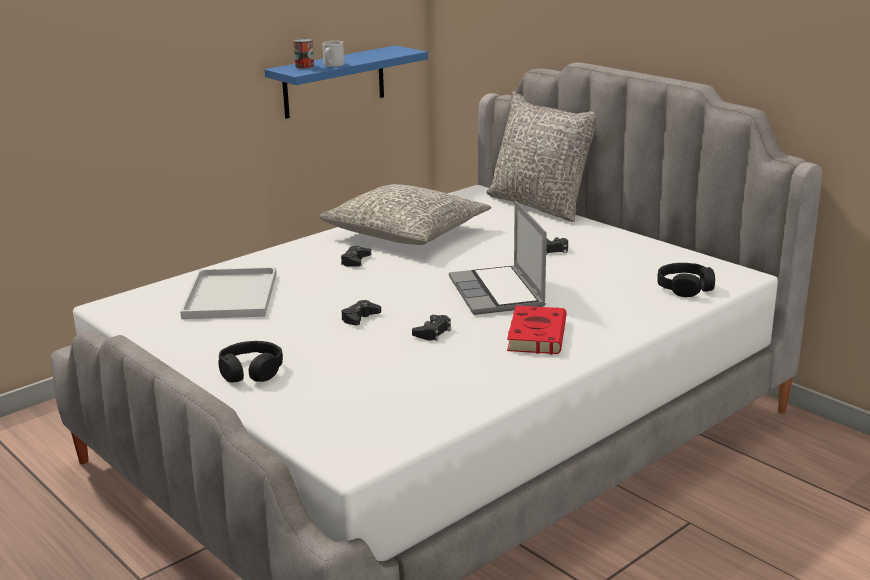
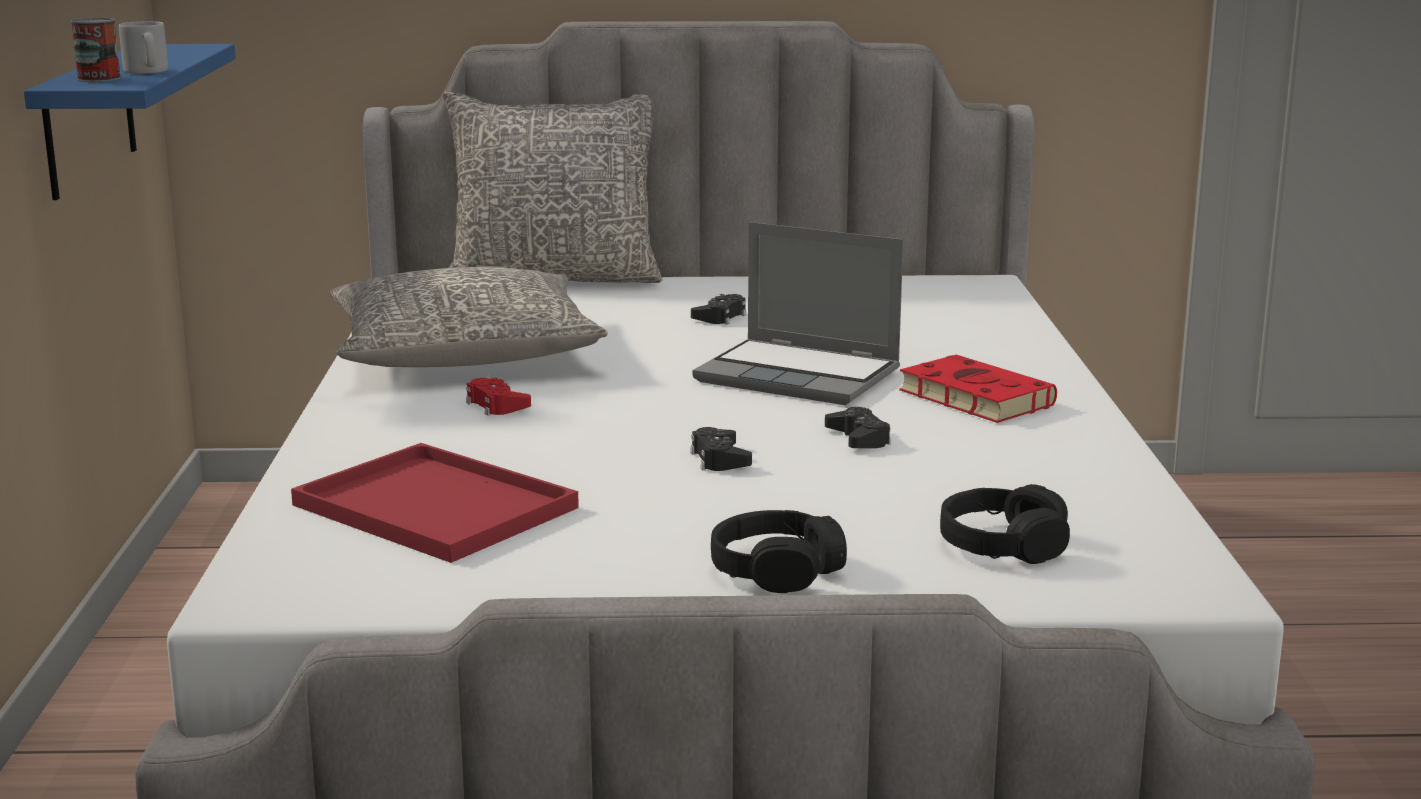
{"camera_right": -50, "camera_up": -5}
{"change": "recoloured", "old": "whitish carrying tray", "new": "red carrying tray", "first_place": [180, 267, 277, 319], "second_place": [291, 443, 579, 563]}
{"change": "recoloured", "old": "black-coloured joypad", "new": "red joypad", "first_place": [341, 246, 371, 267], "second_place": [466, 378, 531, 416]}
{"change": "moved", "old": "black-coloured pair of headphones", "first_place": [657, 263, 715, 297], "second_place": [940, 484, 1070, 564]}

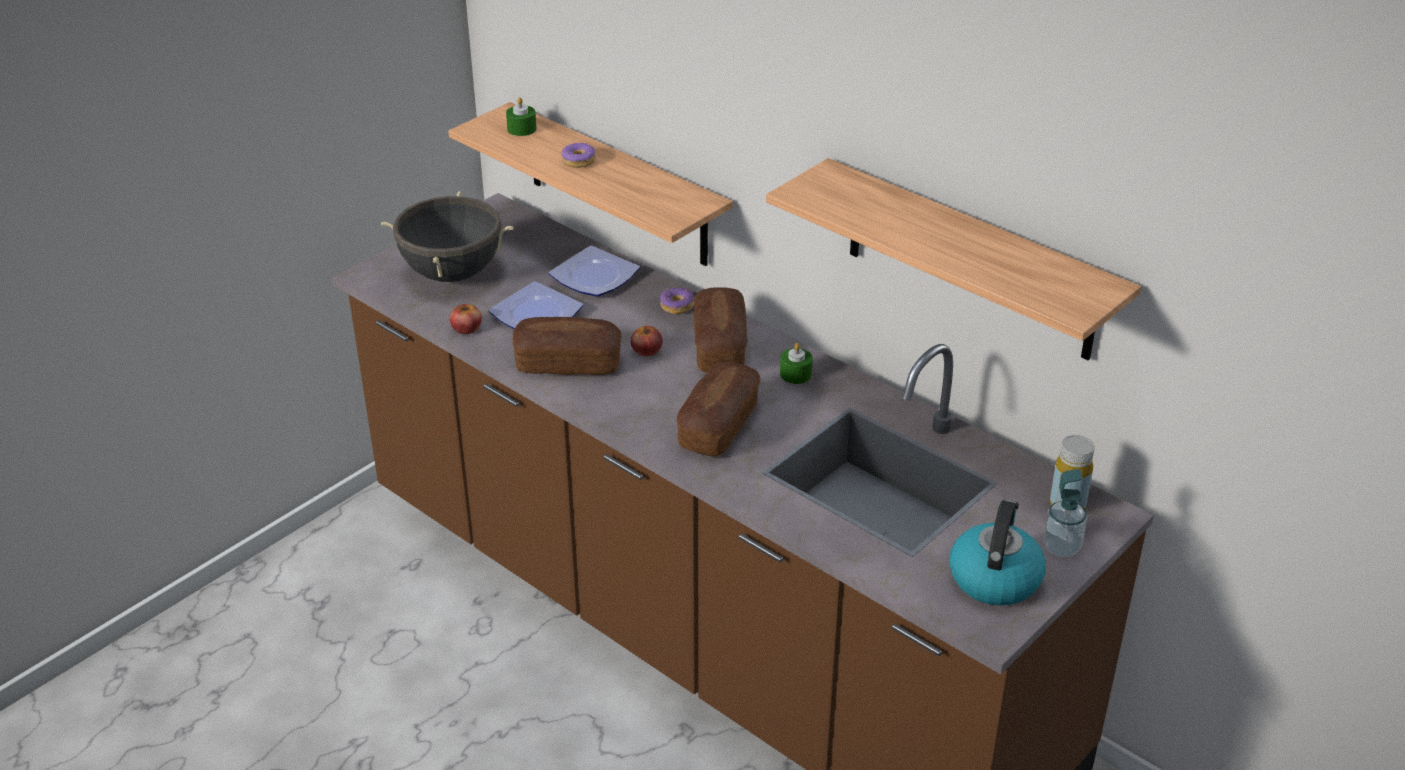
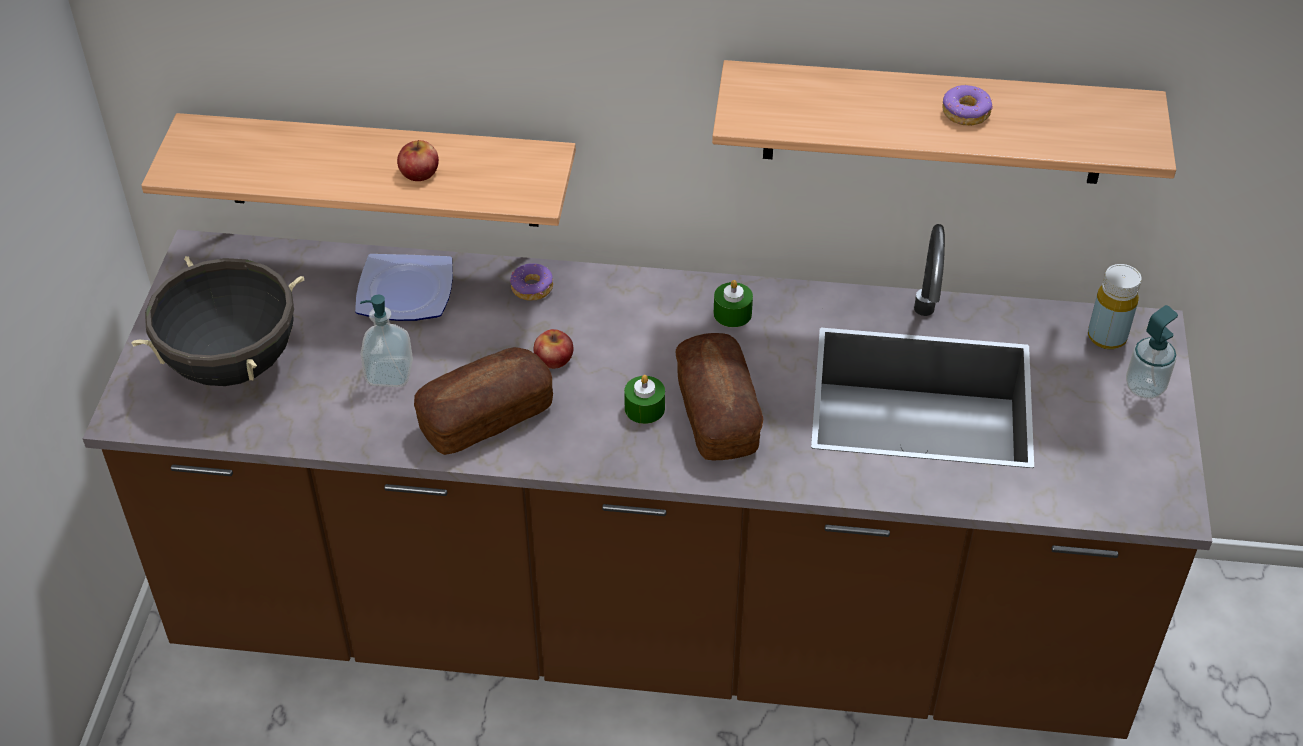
{"camera_right": -35, "camera_up": 10}
{"change": "moved", "old": "whole apple", "first_place": [450, 304, 482, 334], "second_place": [397, 140, 439, 181]}
{"change": "replaced", "old": "dinner plate", "new": "soap bottle", "first_place": [488, 281, 583, 329], "second_place": [360, 295, 413, 387]}
{"change": "moved", "old": "green wax light", "first_place": [506, 97, 537, 136], "second_place": [624, 375, 665, 424]}
{"change": "moved", "old": "donut", "first_place": [561, 143, 596, 168], "second_place": [942, 85, 993, 126]}
{"change": "removed", "old": "baked bread", "first_place": [694, 287, 748, 373]}
{"change": "removed", "old": "water kettle", "first_place": [949, 500, 1046, 606]}

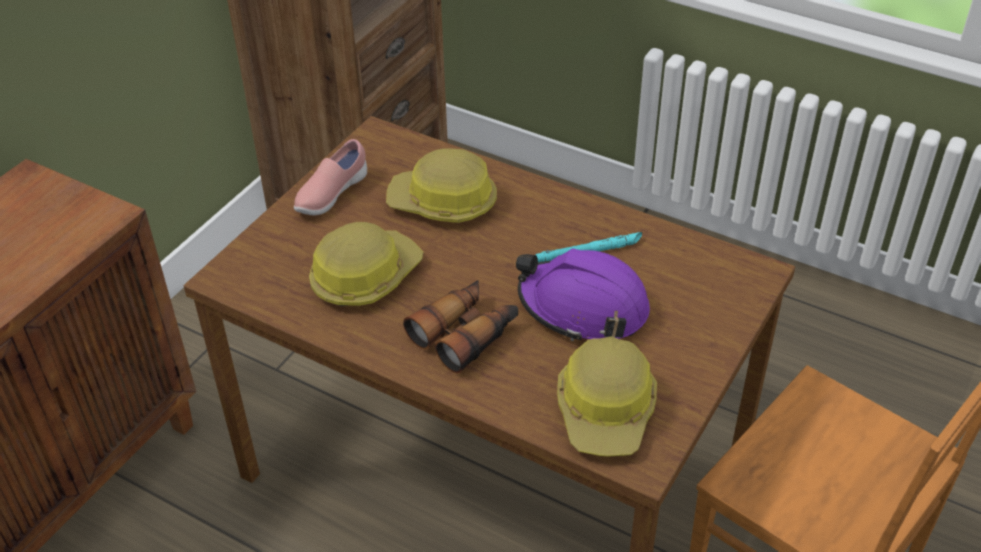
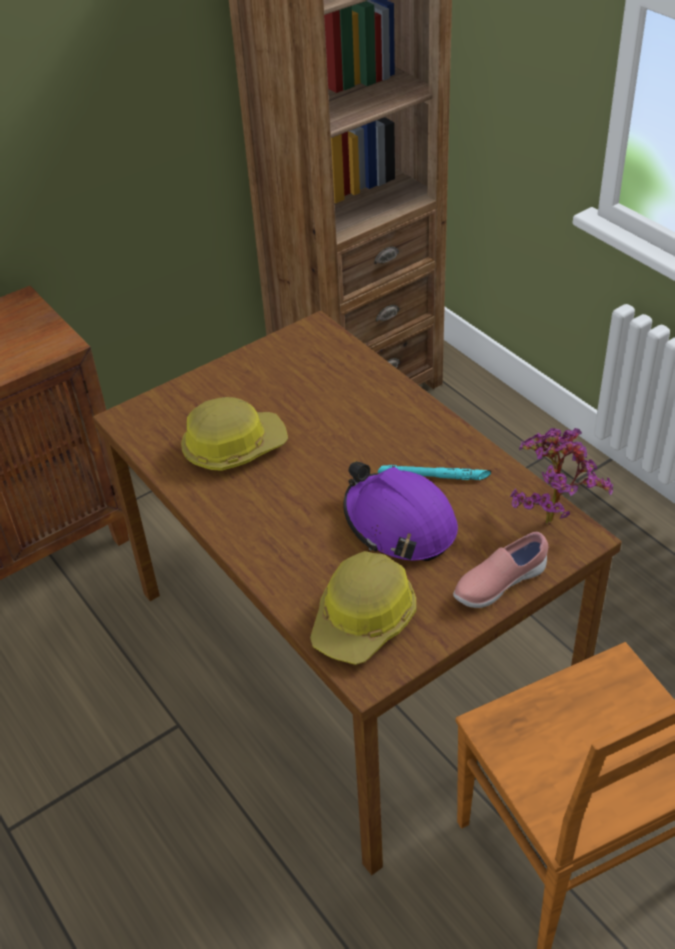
{"camera_right": 25, "camera_up": 0}
{"change": "moved", "old": "pink-coloured shoe", "first_place": [294, 139, 367, 215], "second_place": [453, 532, 548, 608]}
{"change": "removed", "old": "hard hat", "first_place": [386, 148, 497, 223]}
{"change": "removed", "old": "pair of binoculars", "first_place": [403, 280, 518, 374]}
{"change": "added", "new": "houseplant", "second_place": [510, 428, 613, 524]}

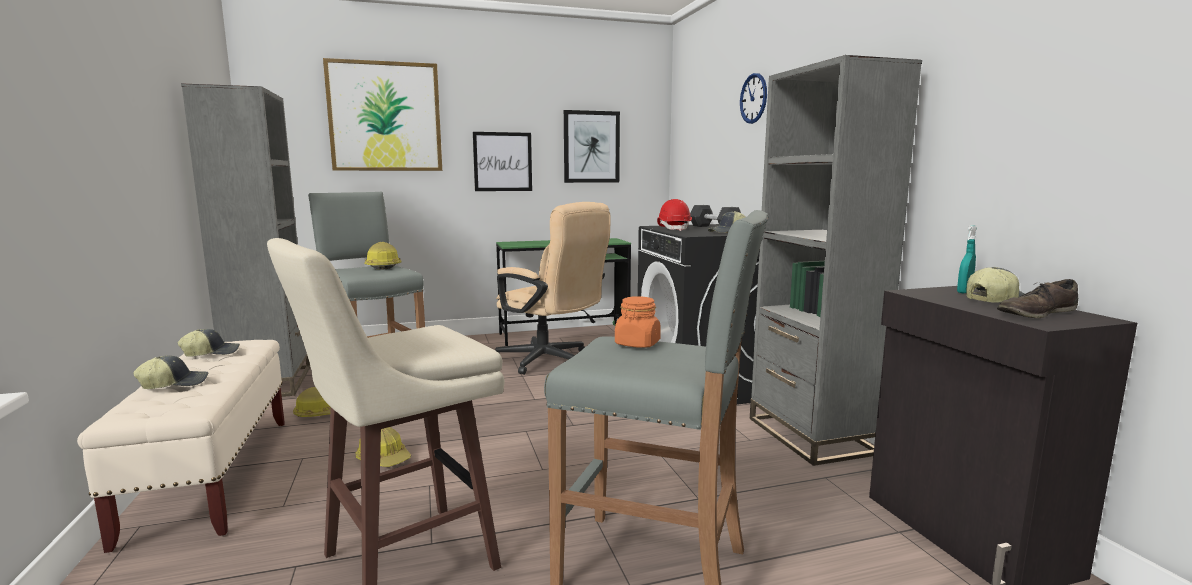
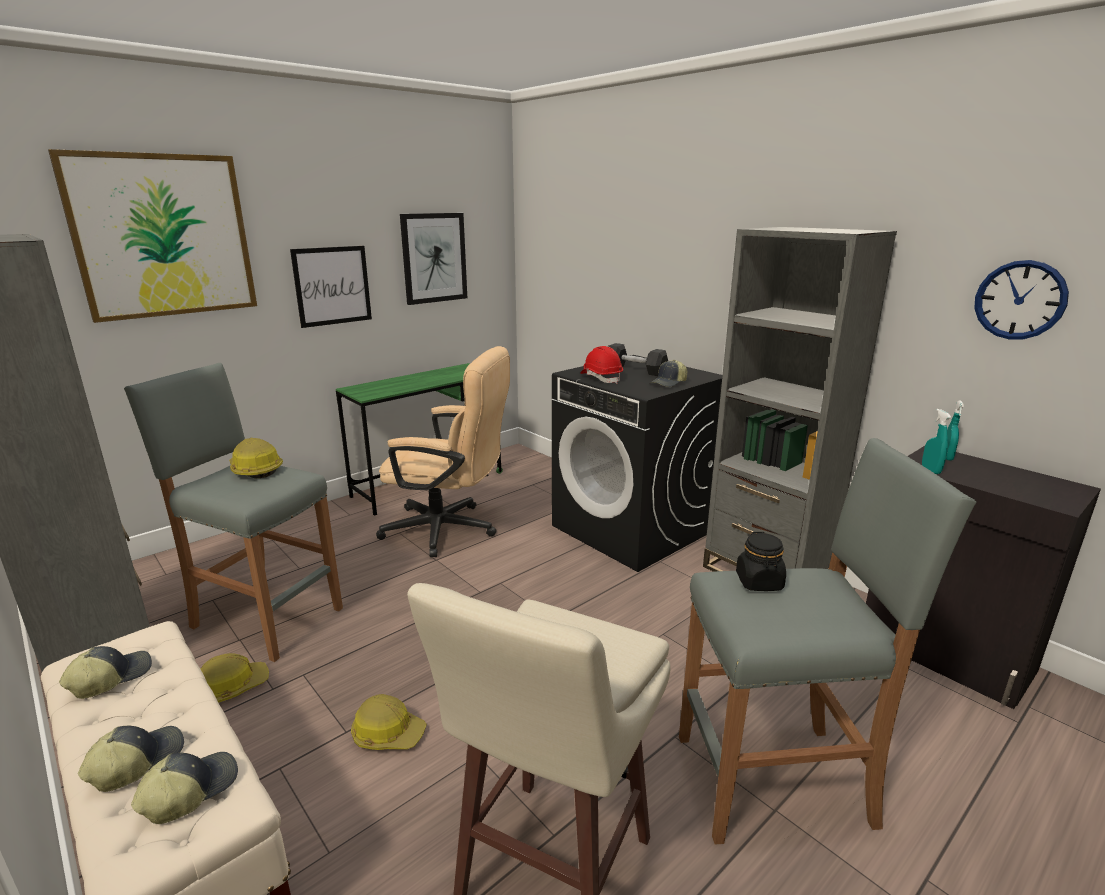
{"camera_right": -25, "camera_up": 10}
{"change": "recoloured", "old": "orange jar", "new": "black-coloured jar", "first_place": [615, 296, 661, 348], "second_place": [736, 532, 786, 591]}
{"change": "moved", "old": "clock on the wall", "first_place": [740, 73, 767, 124], "second_place": [974, 260, 1069, 339]}
{"change": "moved", "old": "baseball cap", "first_place": [966, 267, 1024, 302], "second_place": [131, 752, 238, 824]}
{"change": "removed", "old": "brown shoe", "first_place": [997, 279, 1078, 318]}
{"change": "added", "new": "turquoise-coloured spray bottle", "second_place": [922, 409, 951, 474]}

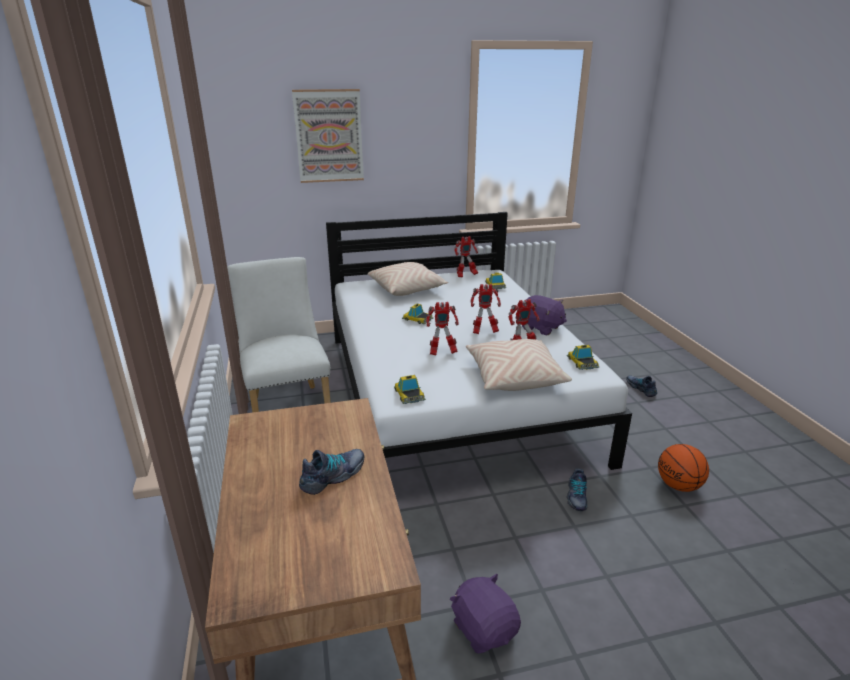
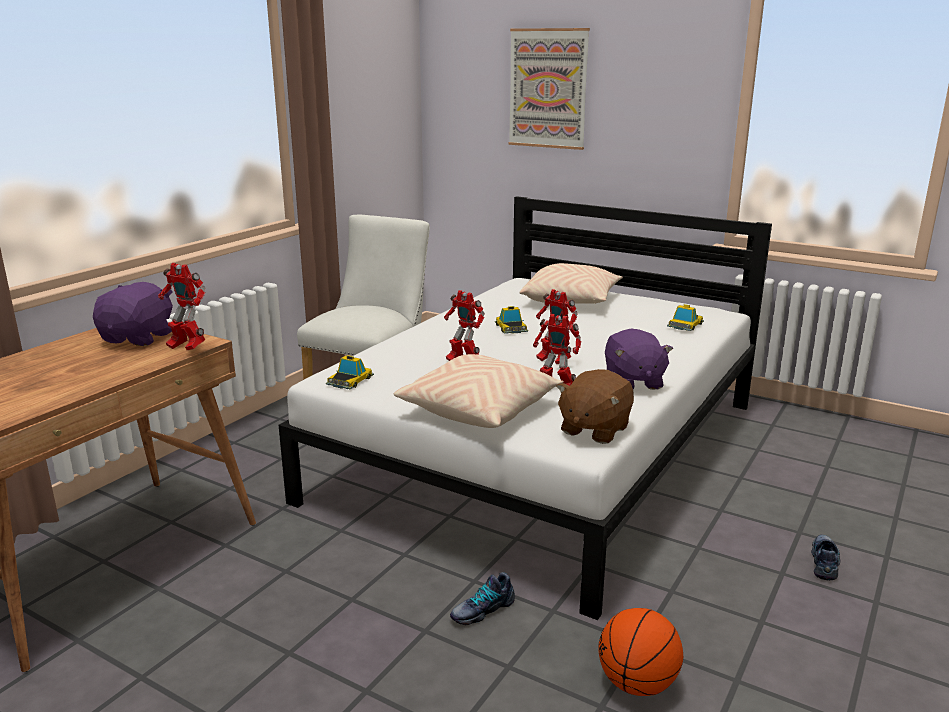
{"camera_right": 45, "camera_up": -5}
{"change": "removed", "old": "shoe", "first_place": [299, 449, 364, 495]}
{"change": "moved", "old": "purple cuddly toy", "first_place": [450, 574, 521, 654], "second_place": [93, 282, 173, 346]}
{"change": "moved", "old": "robot figure", "first_place": [454, 236, 478, 278], "second_place": [158, 263, 206, 350]}
{"change": "replaced", "old": "model car", "new": "brown cuddly toy", "first_place": [567, 345, 599, 370], "second_place": [556, 369, 634, 444]}

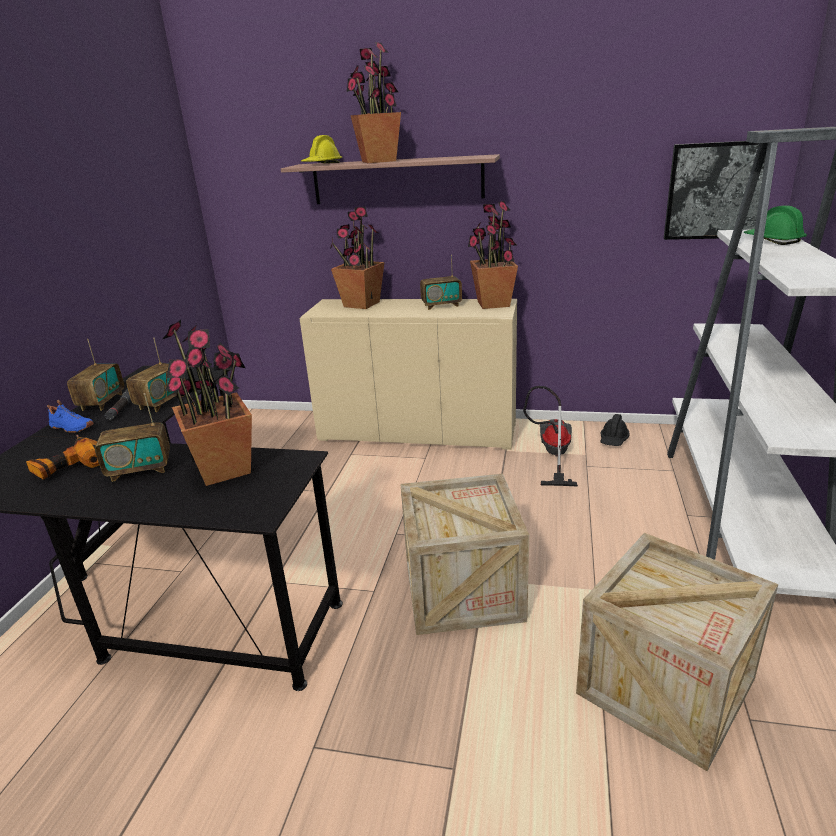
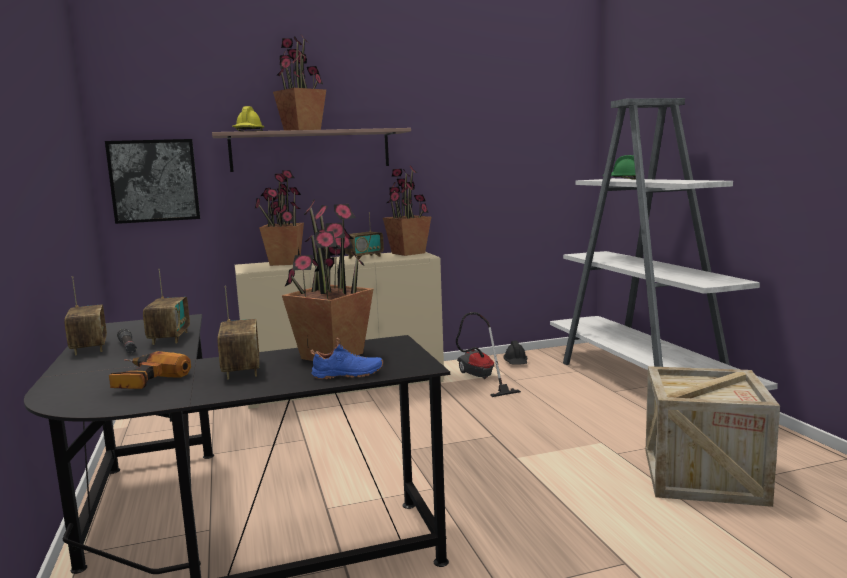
{"camera_right": -30, "camera_up": -15}
{"change": "moved", "old": "bluish shoe", "first_place": [47, 400, 94, 433], "second_place": [310, 338, 383, 379]}
{"change": "turned", "old": "radio receiver", "first_place": [95, 393, 170, 482], "second_place": [217, 286, 259, 380], "degrees": -60}
{"change": "removed", "old": "crate", "first_place": [400, 474, 529, 635]}
{"change": "moved", "old": "wall art", "first_place": [664, 141, 766, 240], "second_place": [105, 139, 200, 224]}

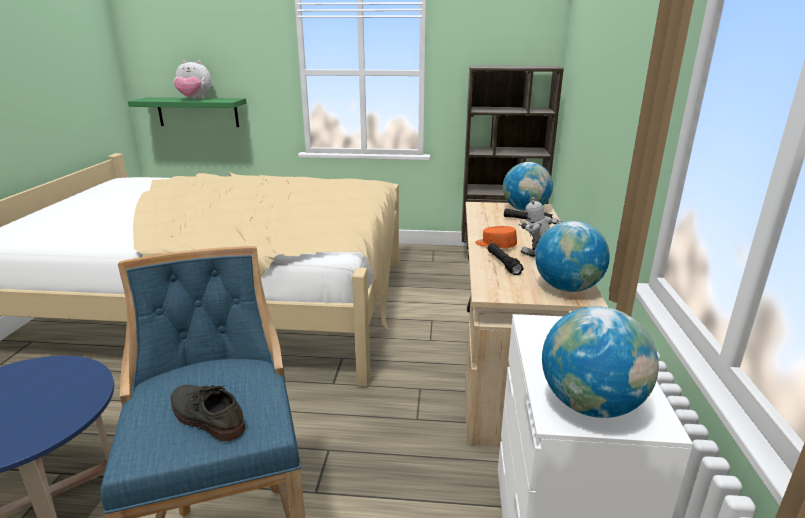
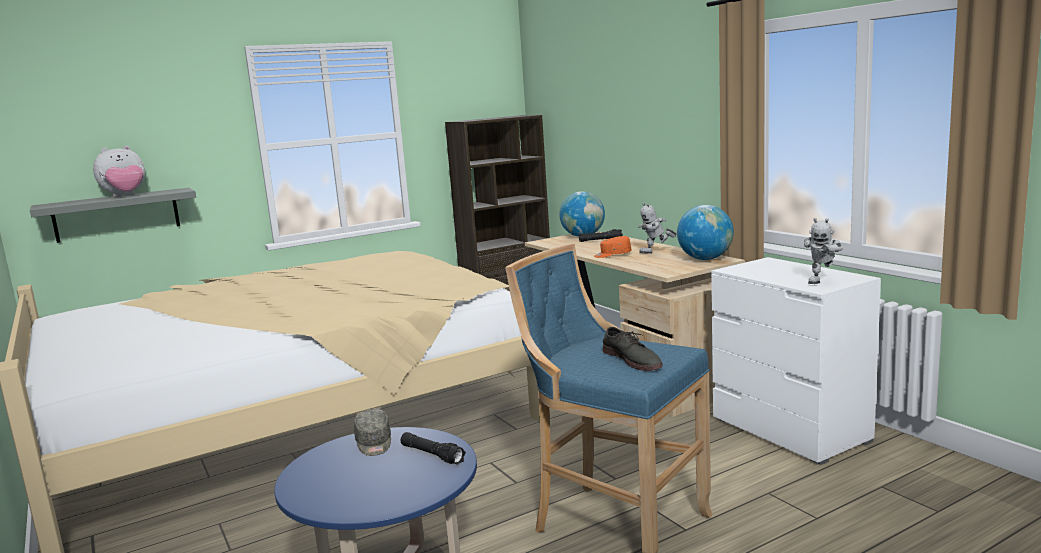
{"camera_right": -35, "camera_up": -10}
{"change": "recoloured", "old": "green shelf", "new": "gray shelf", "first_place": [128, 97, 247, 127], "second_place": [30, 188, 196, 243]}
{"change": "turned", "old": "gray shoe", "first_place": [170, 385, 246, 441], "second_place": [603, 327, 663, 371], "degrees": -120}
{"change": "moved", "old": "black-coloured hand torch", "first_place": [488, 243, 524, 275], "second_place": [401, 432, 466, 465]}
{"change": "replaced", "old": "desk globe", "new": "robot figure", "first_place": [542, 306, 659, 418], "second_place": [804, 218, 843, 284]}
{"change": "added", "new": "gray baseball cap", "second_place": [354, 409, 391, 456]}

